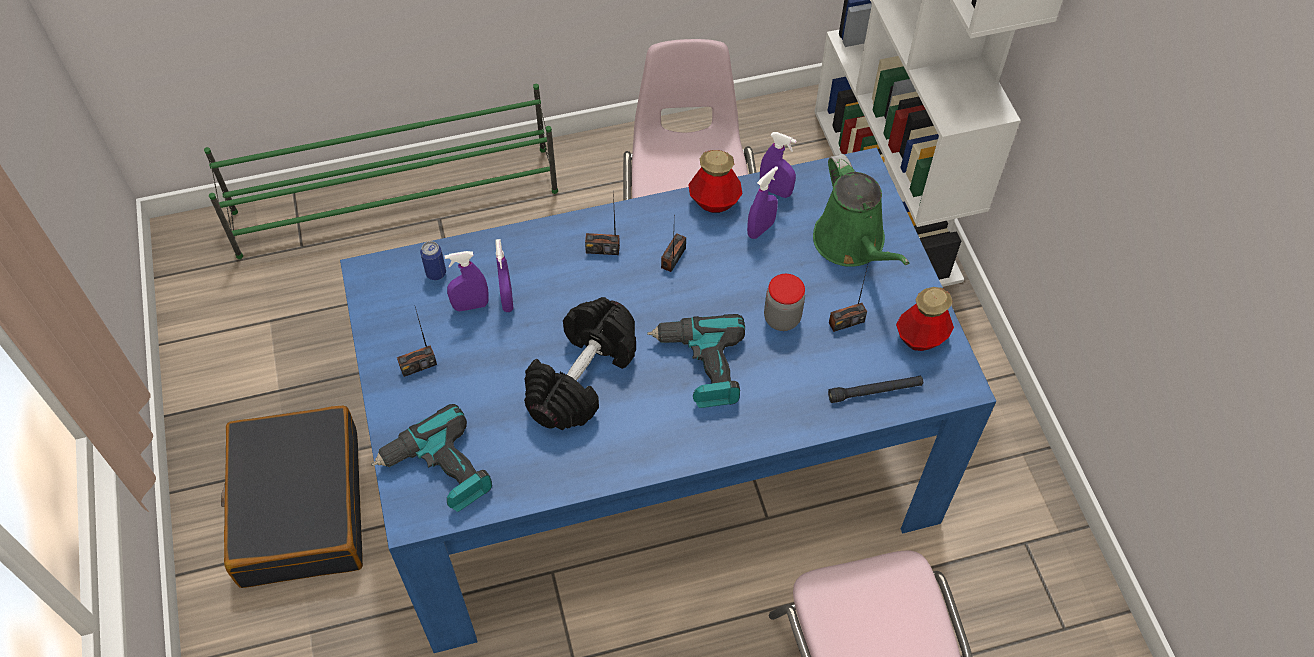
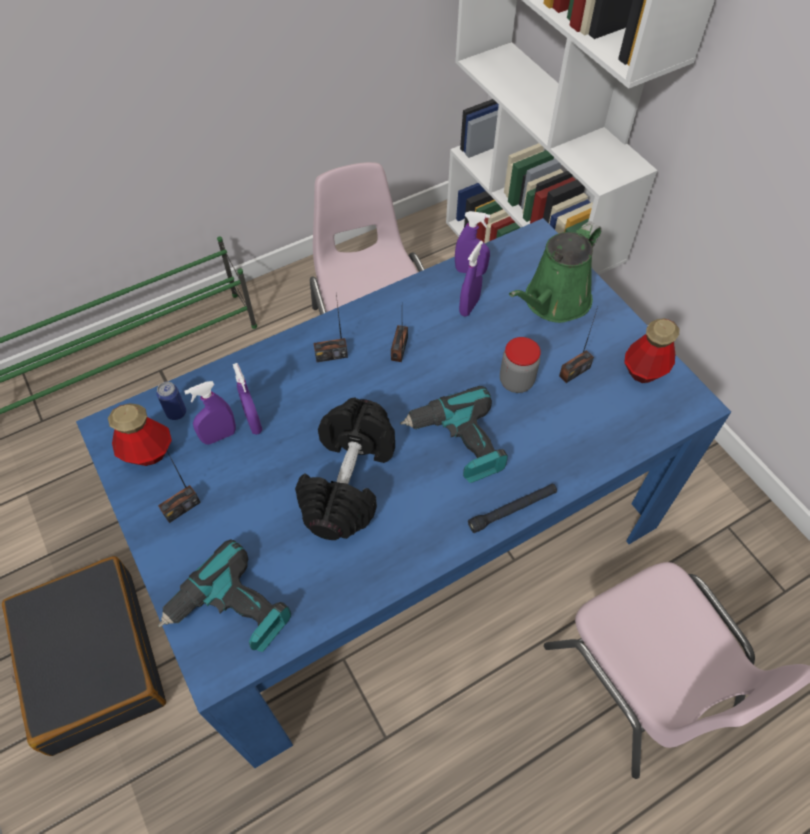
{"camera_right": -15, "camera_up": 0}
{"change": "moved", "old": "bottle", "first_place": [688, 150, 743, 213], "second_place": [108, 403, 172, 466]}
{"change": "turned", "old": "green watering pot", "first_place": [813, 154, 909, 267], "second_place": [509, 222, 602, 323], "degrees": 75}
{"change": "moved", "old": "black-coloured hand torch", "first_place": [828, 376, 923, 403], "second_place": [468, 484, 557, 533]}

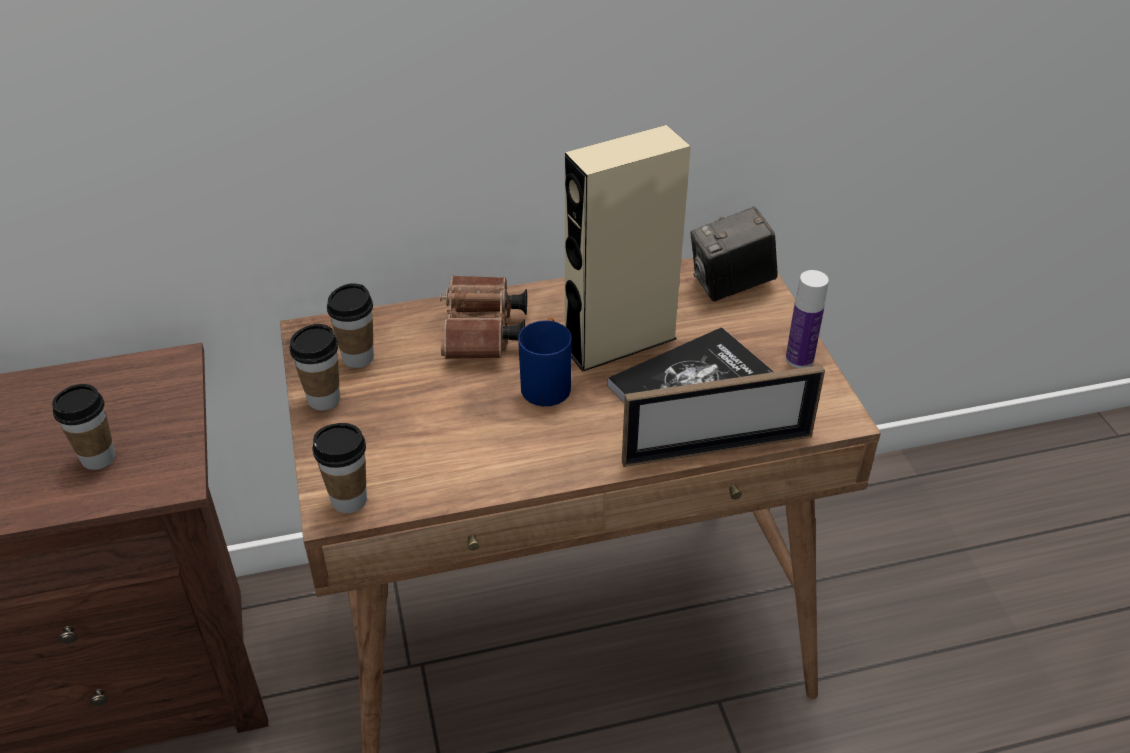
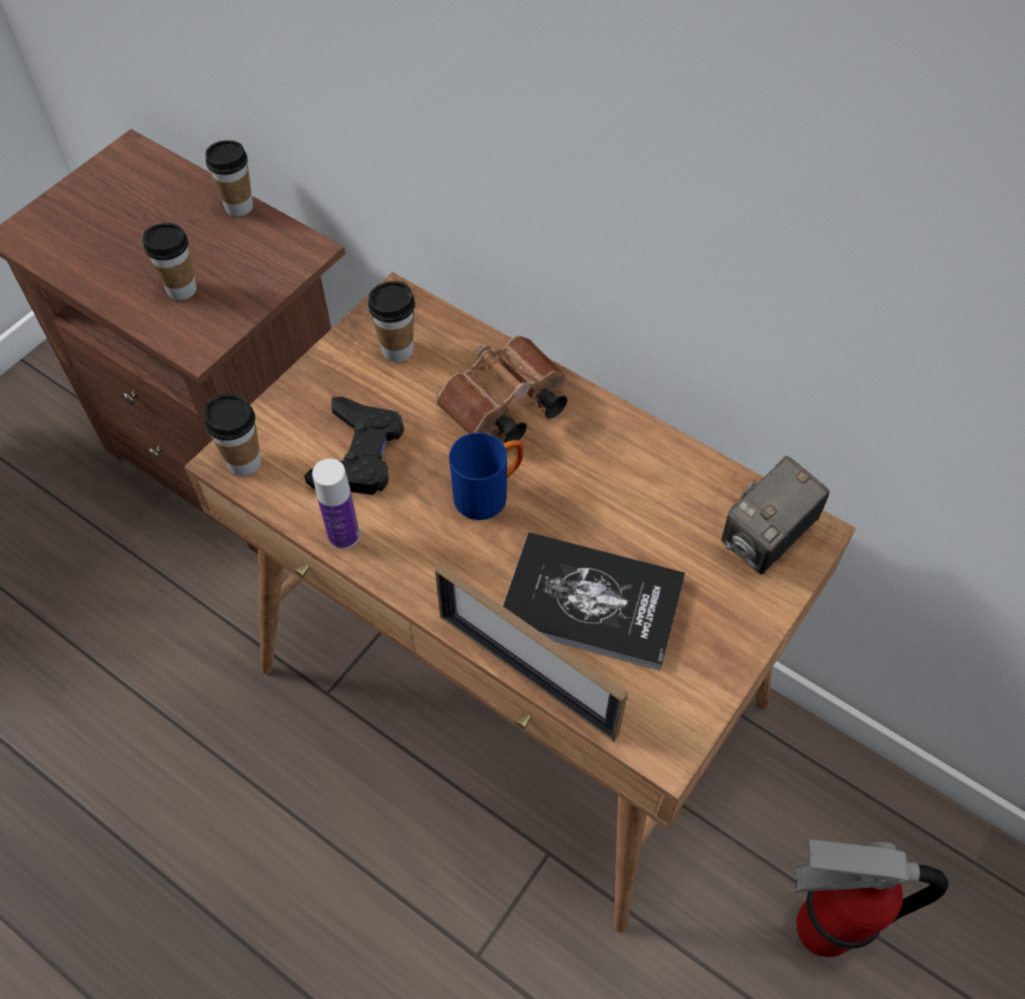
{"camera_right": 50, "camera_up": 15}
{"change": "moved", "old": "small cup", "first_place": [289, 324, 340, 411], "second_place": [205, 140, 253, 216]}
{"change": "removed", "old": "sand-coloured loudspeaker", "first_place": [565, 125, 691, 372]}
{"change": "turned", "old": "still camera", "first_place": [690, 207, 778, 301], "second_place": [722, 456, 830, 575], "degrees": -75}
{"change": "moved", "old": "bottle", "first_place": [786, 270, 829, 368], "second_place": [312, 459, 360, 549]}
{"change": "added", "new": "black-coloured joypad", "second_place": [304, 397, 404, 495]}
{"change": "added", "new": "fire extinguisher", "second_place": [793, 838, 949, 957]}

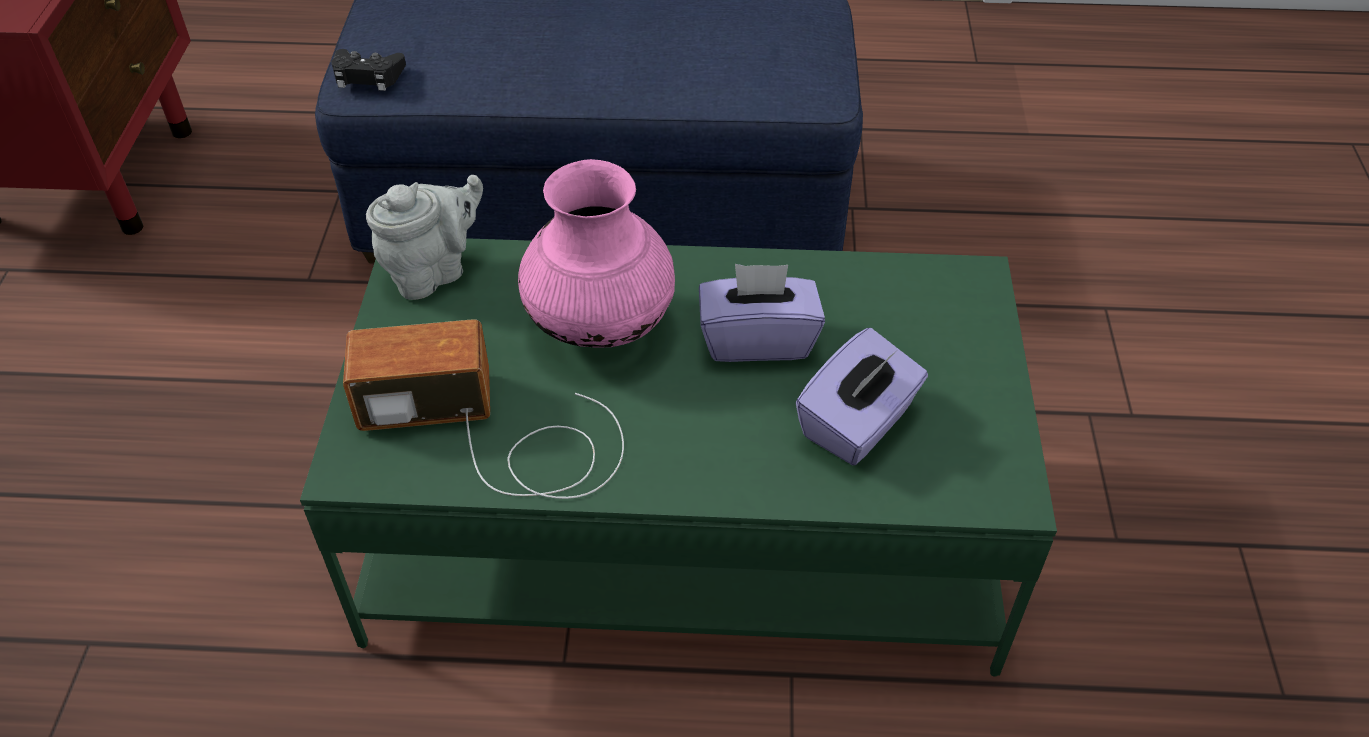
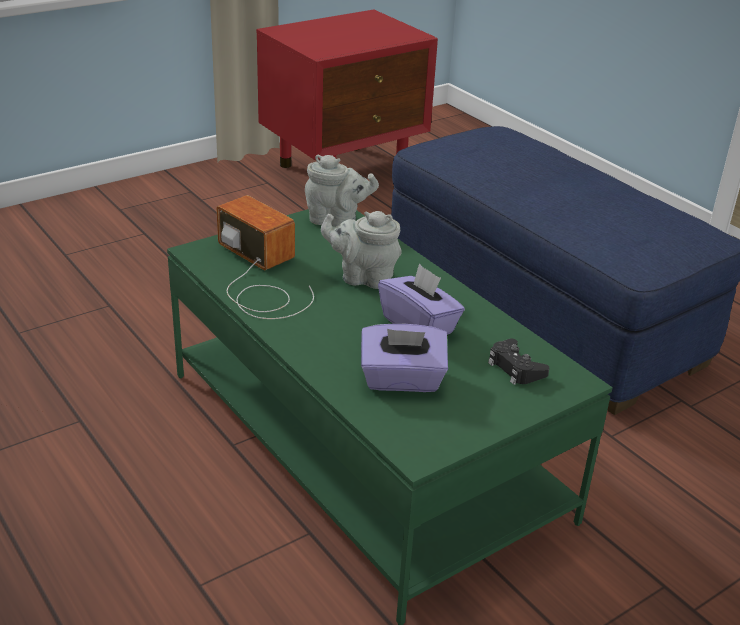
{"camera_right": 50, "camera_up": -15}
{"change": "moved", "old": "black-coloured joypad", "first_place": [331, 49, 406, 91], "second_place": [488, 339, 549, 385]}
{"change": "replaced", "old": "pink-coloured flower vase", "new": "gray pot for tea", "first_place": [518, 159, 675, 348], "second_place": [321, 211, 402, 289]}

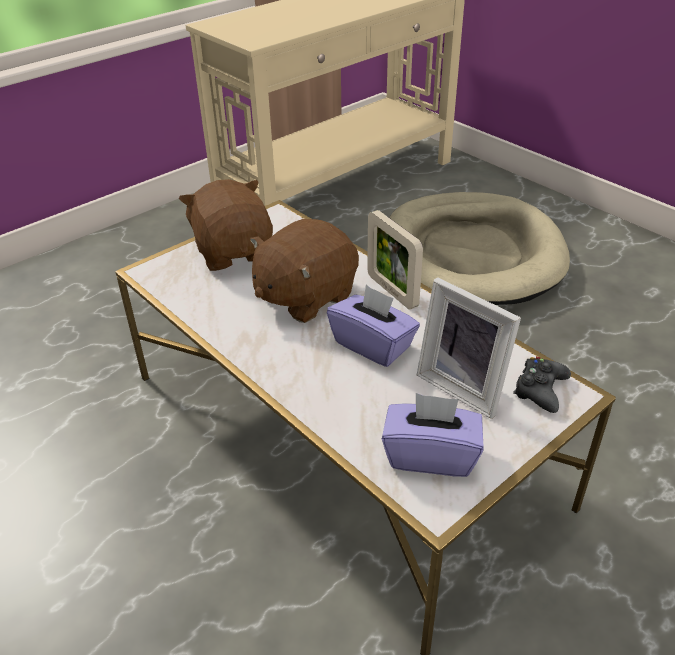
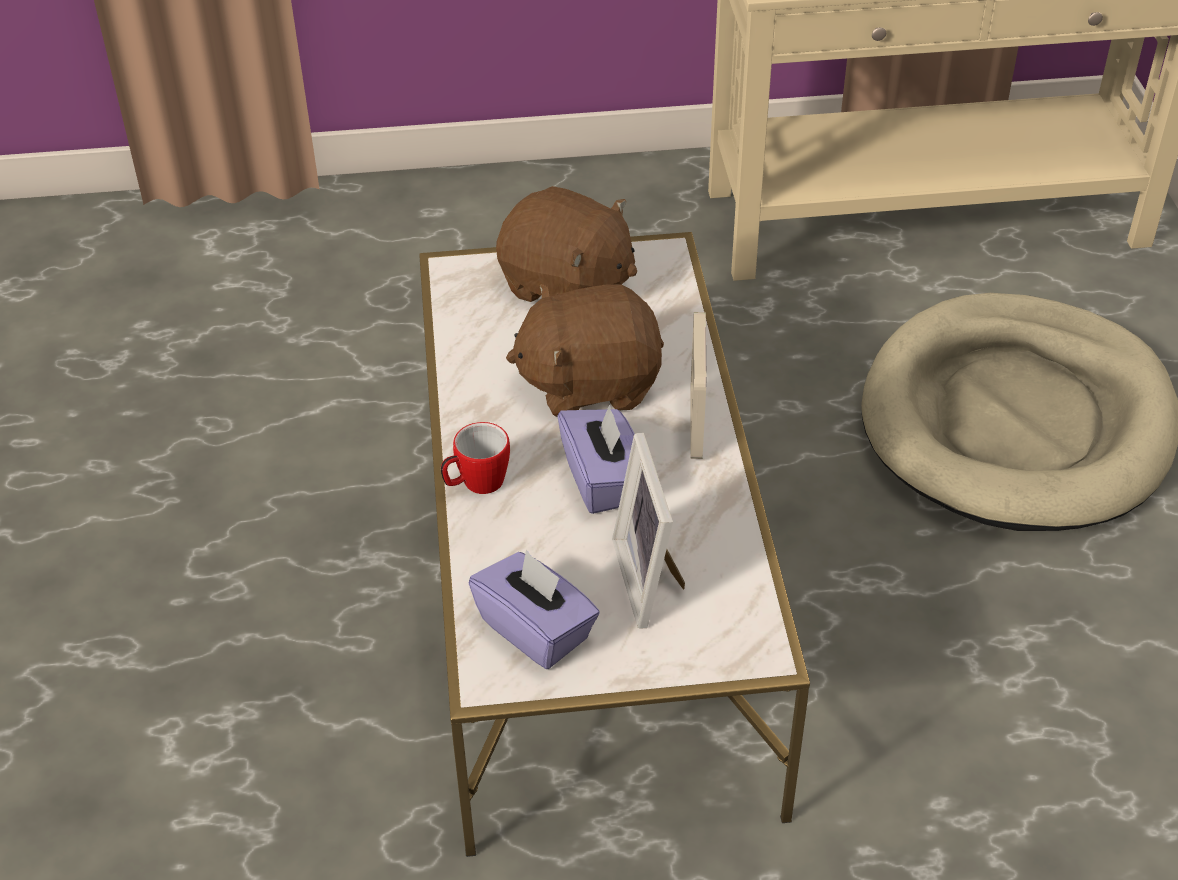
{"camera_right": 35, "camera_up": 5}
{"change": "turned", "old": "brown cuddly toy", "first_place": [179, 179, 273, 271], "second_place": [496, 186, 637, 302], "degrees": 105}
{"change": "removed", "old": "black-coloured joypad", "first_place": [513, 357, 571, 413]}
{"change": "added", "new": "coffee mug", "second_place": [441, 422, 510, 494]}

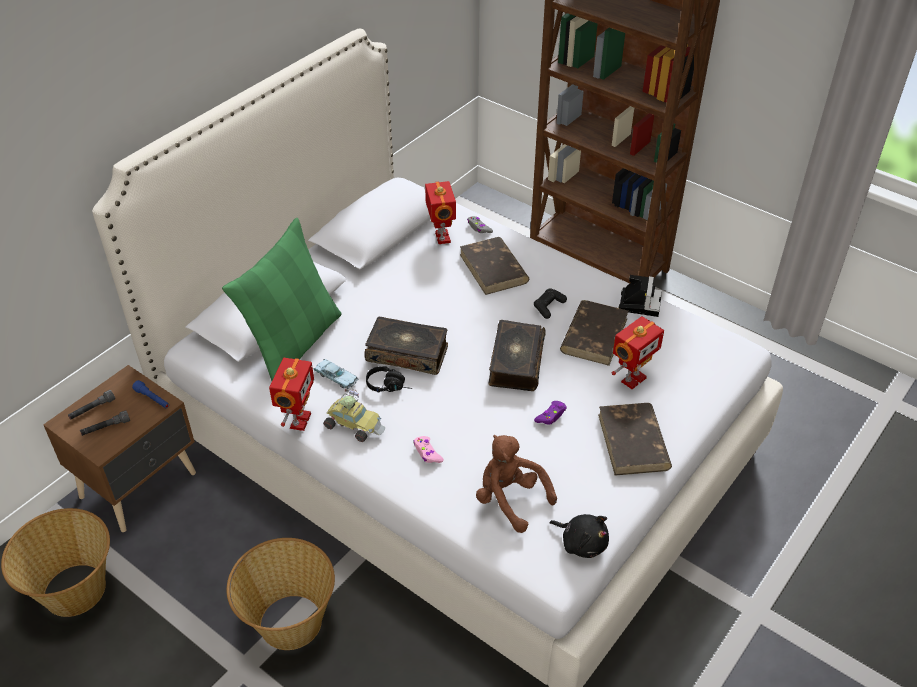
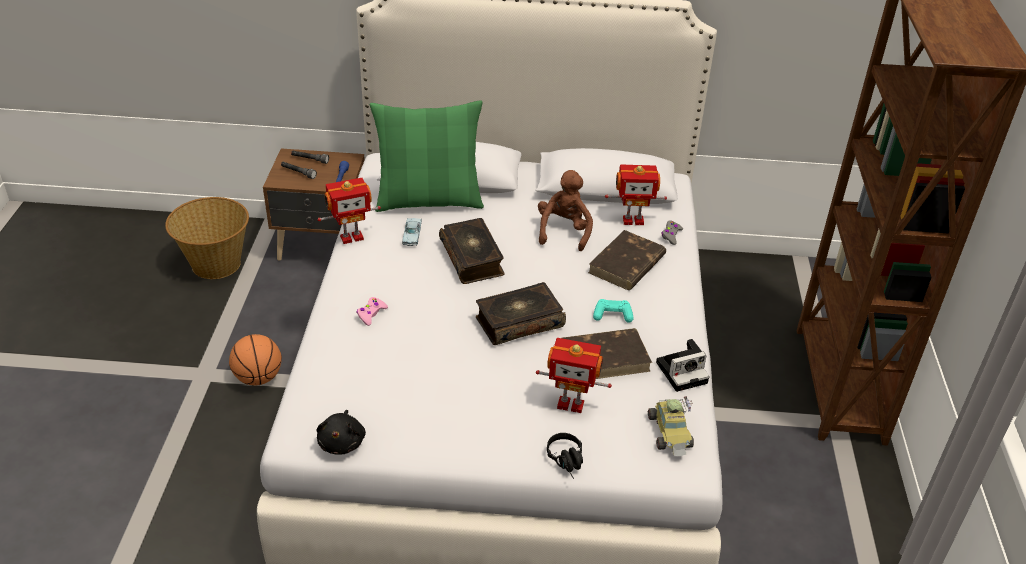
{"camera_right": 55, "camera_up": -5}
{"change": "replaced", "old": "household basket", "new": "basketball ball", "first_place": [227, 538, 335, 650], "second_place": [229, 334, 282, 385]}
{"change": "moved", "old": "model car", "first_place": [323, 389, 385, 442], "second_place": [648, 396, 694, 456]}
{"change": "moved", "old": "black-coloured pair of headphones", "first_place": [366, 366, 412, 392], "second_place": [547, 433, 583, 479]}
{"change": "turned", "old": "robot figure", "first_place": [425, 181, 456, 244], "second_place": [605, 165, 667, 225], "degrees": 45}
{"change": "moved", "old": "brown cuddly toy", "first_place": [476, 435, 557, 533], "second_place": [538, 170, 593, 251]}
{"change": "recoloured", "old": "black-coloured joypad", "new": "turquoise-coloured joypad", "first_place": [534, 288, 567, 319], "second_place": [593, 299, 634, 323]}
{"change": "removed", "old": "purple joypad", "first_place": [534, 401, 567, 425]}
{"change": "removed", "old": "brown book", "first_place": [598, 403, 672, 475]}

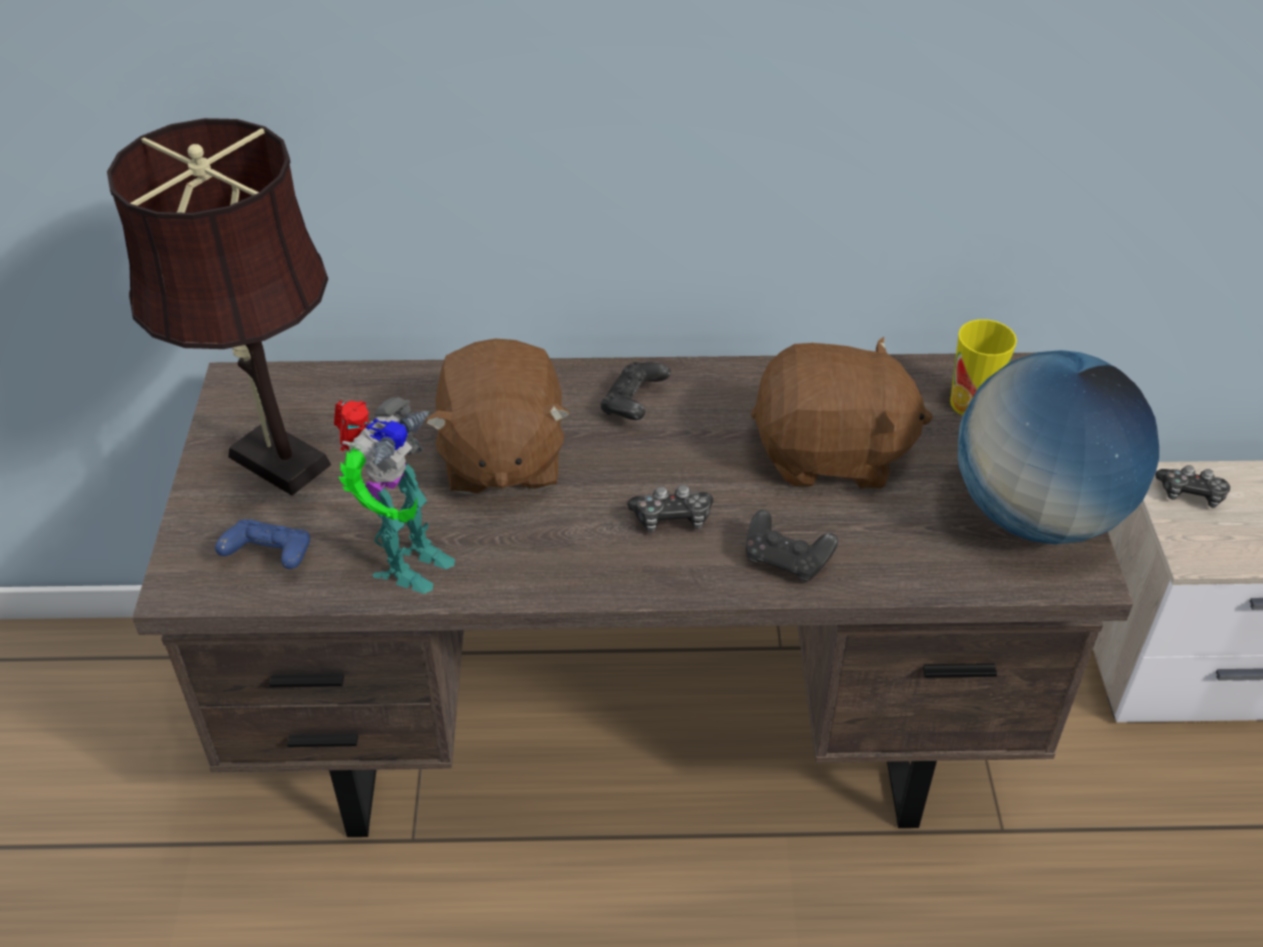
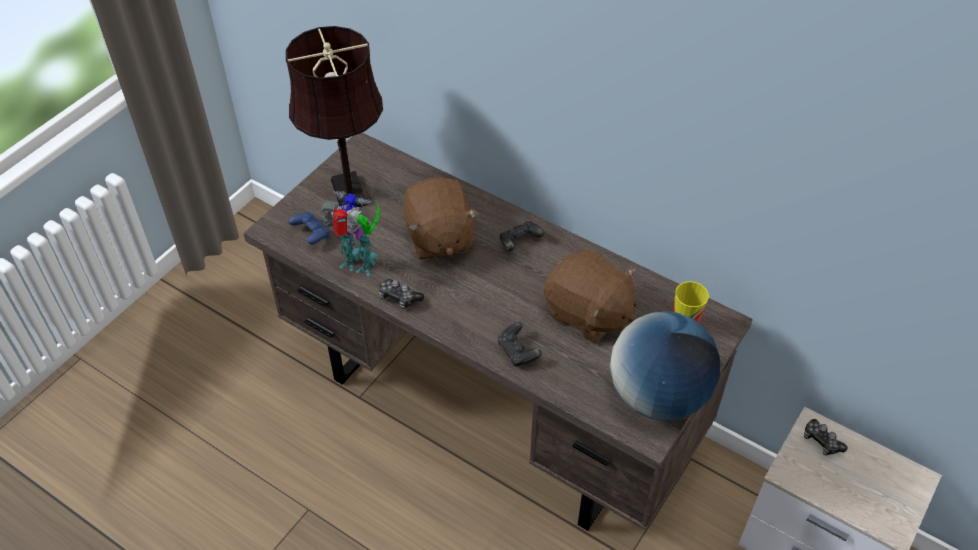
{"camera_right": 35, "camera_up": 5}
{"change": "turned", "old": "robot figure", "first_place": [334, 397, 455, 594], "second_place": [321, 191, 380, 276], "degrees": -135}
{"change": "turned", "old": "brown cuddly toy", "first_place": [425, 339, 570, 494], "second_place": [403, 177, 480, 260], "degrees": -45}
{"change": "moved", "old": "joypad", "first_place": [628, 485, 713, 532], "second_place": [379, 279, 424, 309]}

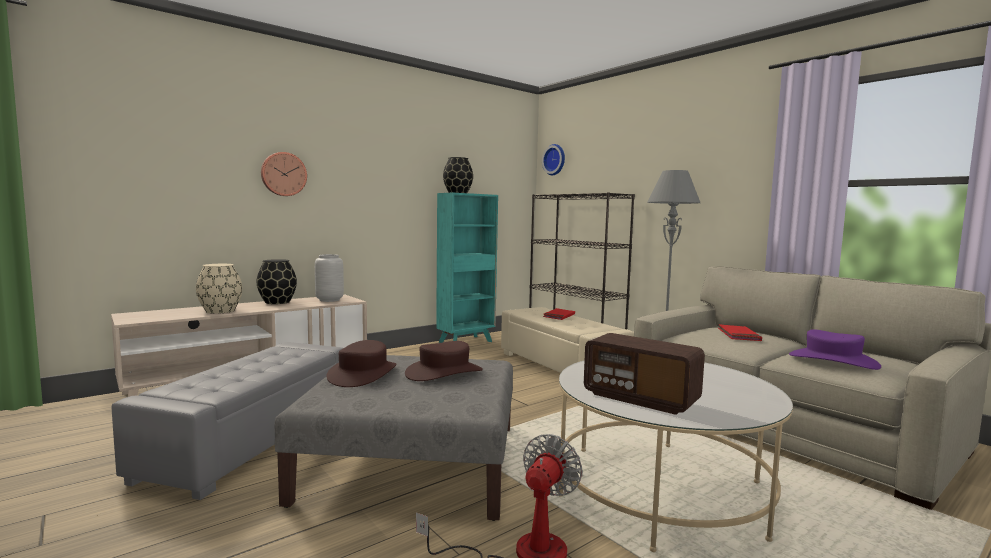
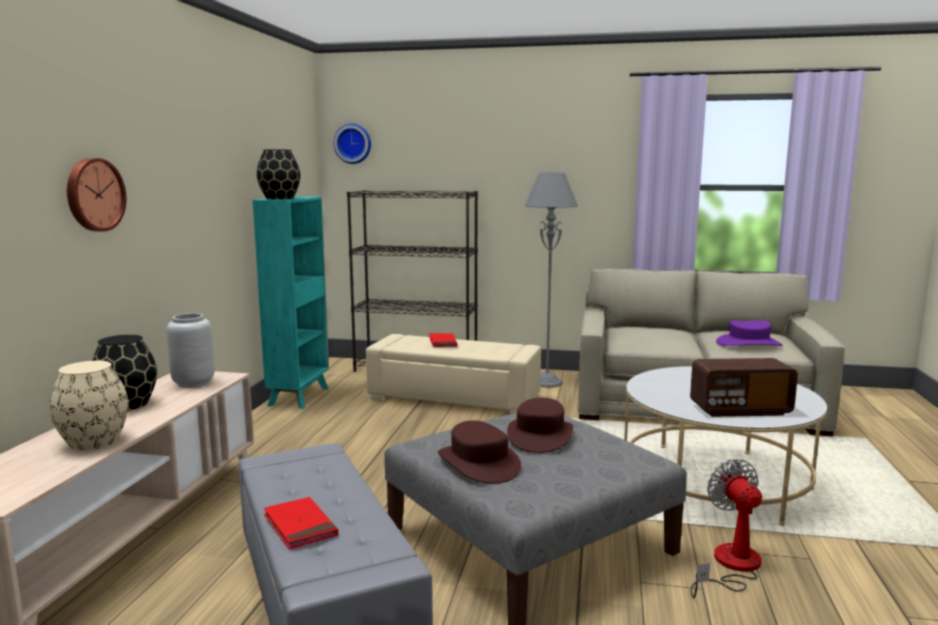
{"camera_right": -40, "camera_up": 5}
{"change": "moved", "old": "red book", "first_place": [718, 324, 762, 341], "second_place": [264, 497, 338, 549]}

